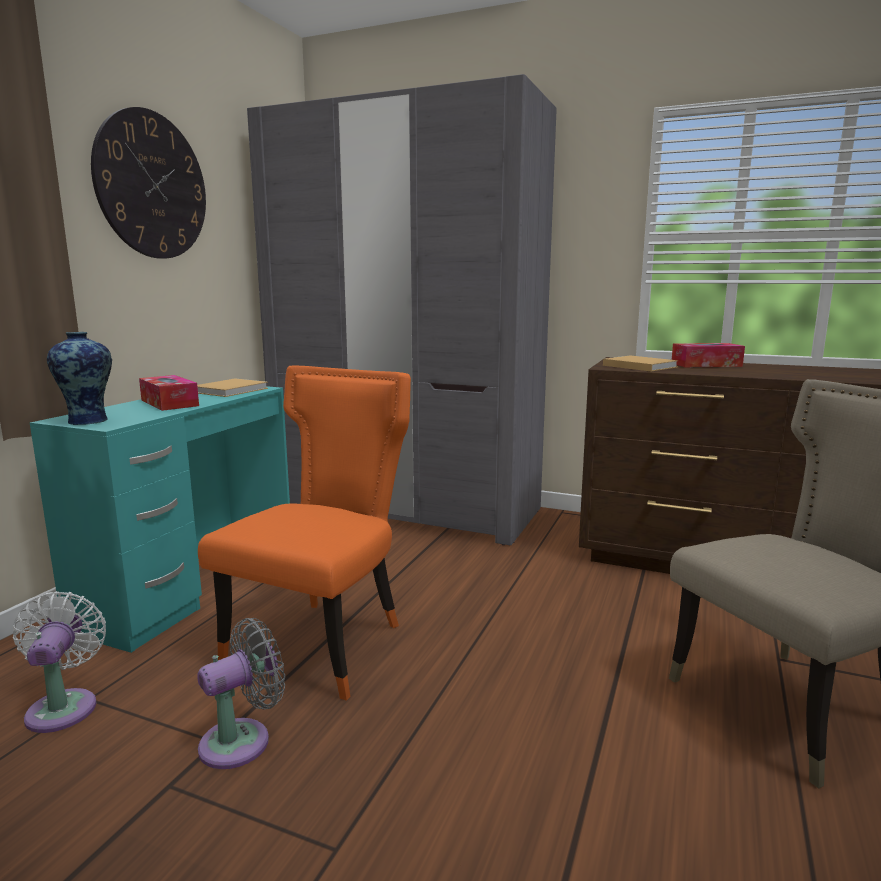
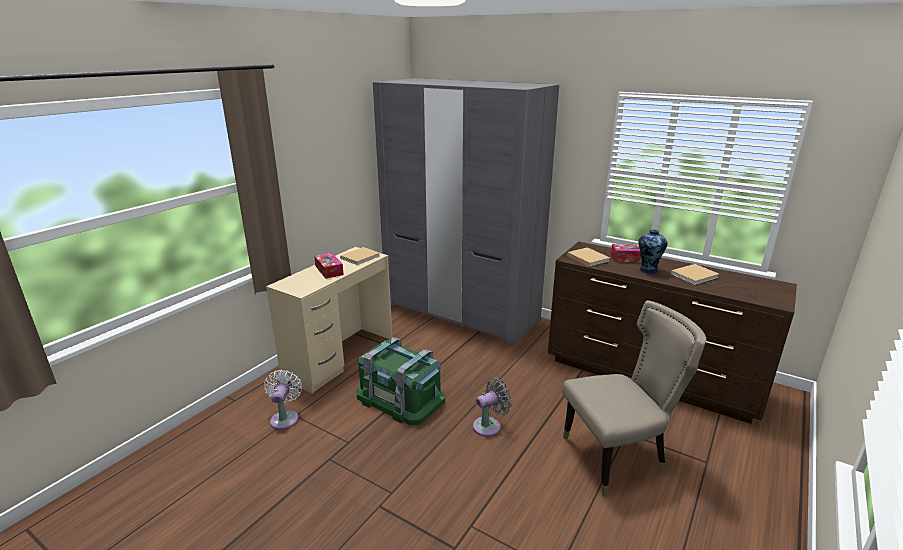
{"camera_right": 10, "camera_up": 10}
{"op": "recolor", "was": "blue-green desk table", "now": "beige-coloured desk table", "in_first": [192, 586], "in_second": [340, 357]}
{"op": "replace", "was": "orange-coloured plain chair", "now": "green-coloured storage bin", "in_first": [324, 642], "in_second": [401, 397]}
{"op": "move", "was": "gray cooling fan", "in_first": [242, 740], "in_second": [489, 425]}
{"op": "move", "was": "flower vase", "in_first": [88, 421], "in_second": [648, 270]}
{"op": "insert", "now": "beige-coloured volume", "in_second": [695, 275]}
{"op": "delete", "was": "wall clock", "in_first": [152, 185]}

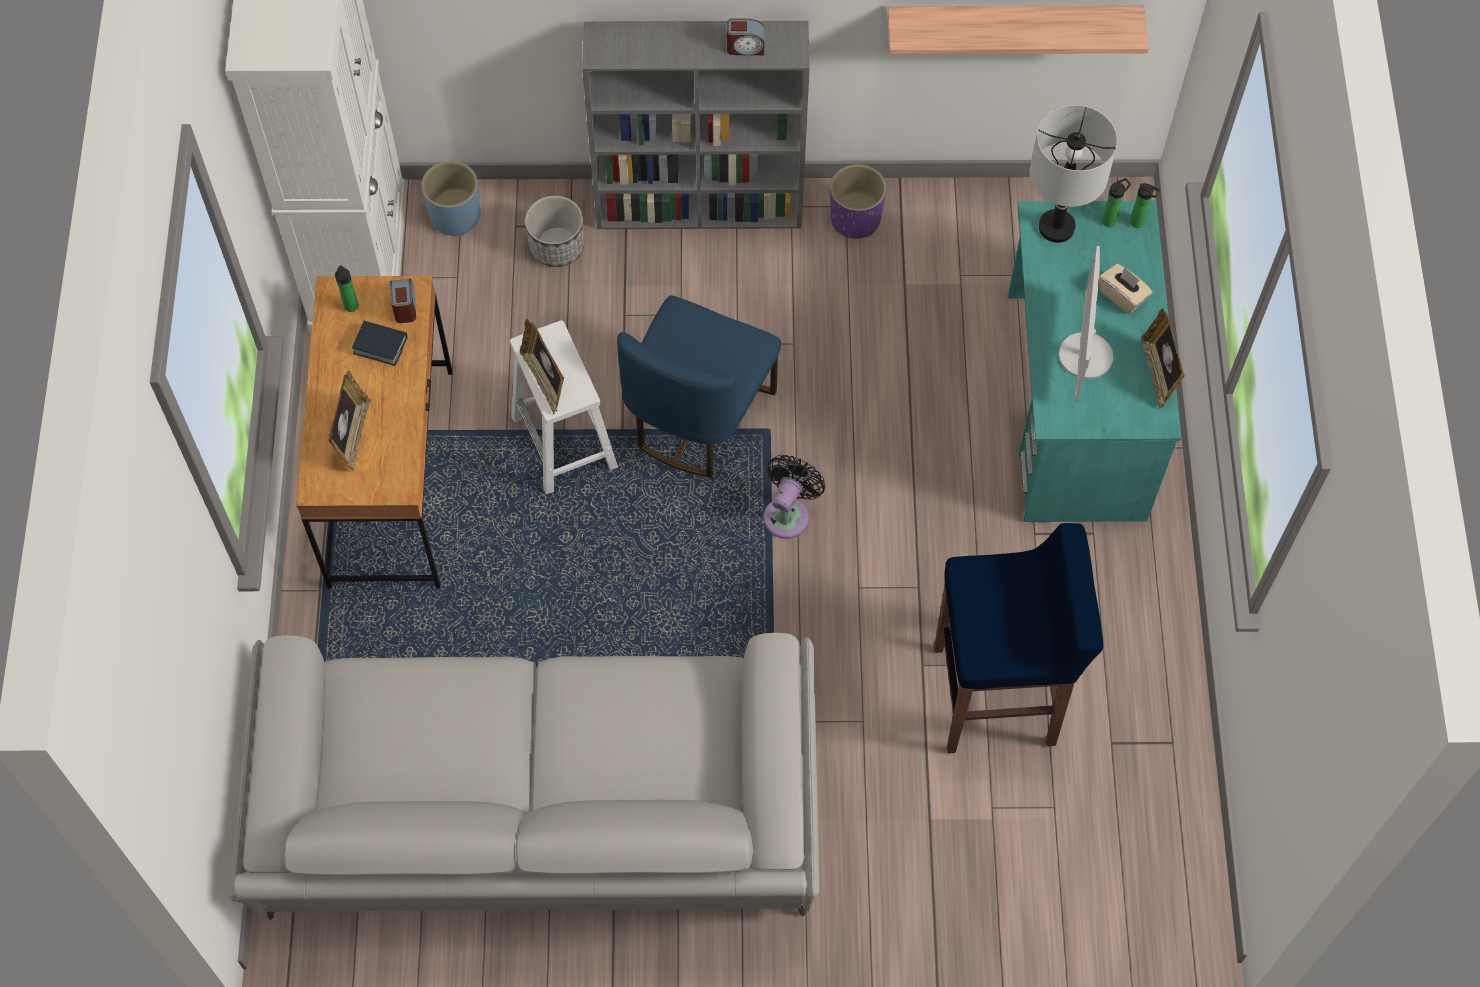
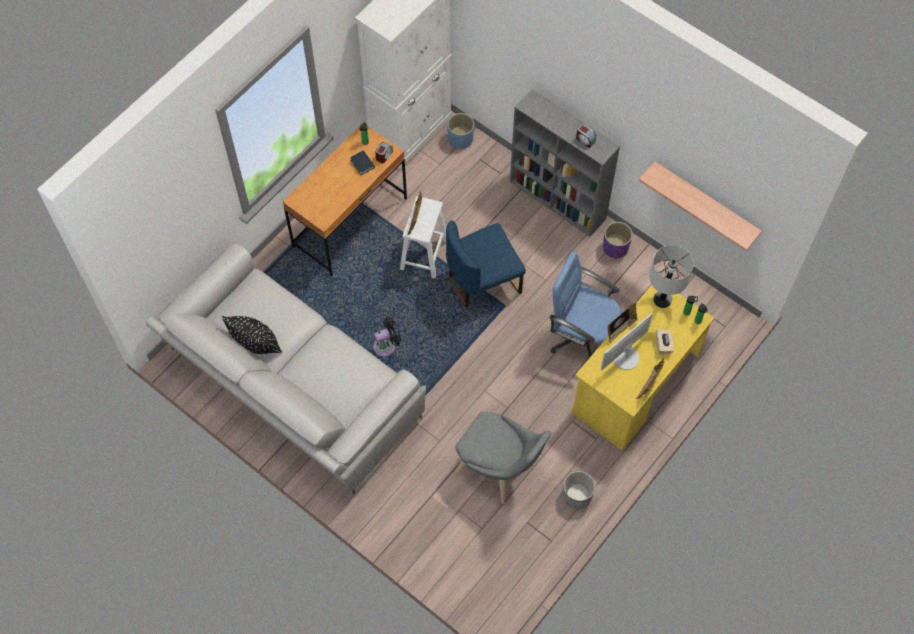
{"camera_right": 40, "camera_up": 0}
{"op": "insert", "now": "black pillow", "in_second": [256, 345]}
{"op": "move", "was": "black cooling fan", "in_first": [788, 513], "in_second": [387, 345]}
{"op": "replace", "was": "blue-coloured stool", "now": "gray plain chair", "in_first": [997, 696], "in_second": [499, 471]}
{"op": "insert", "now": "blue-coloured desk chair", "in_second": [582, 335]}
{"op": "move", "was": "flower pot", "in_first": [557, 247], "in_second": [577, 495]}
{"op": "recolor", "was": "blue-green desk table", "now": "yellowish desk table", "in_first": [1075, 406], "in_second": [635, 384]}
{"op": "move", "was": "picture frame", "in_first": [353, 435], "in_second": [620, 329]}

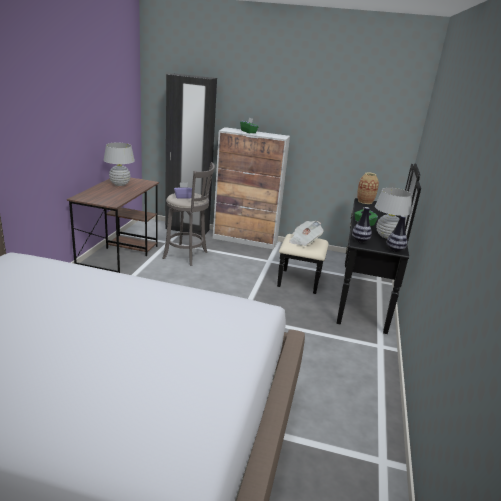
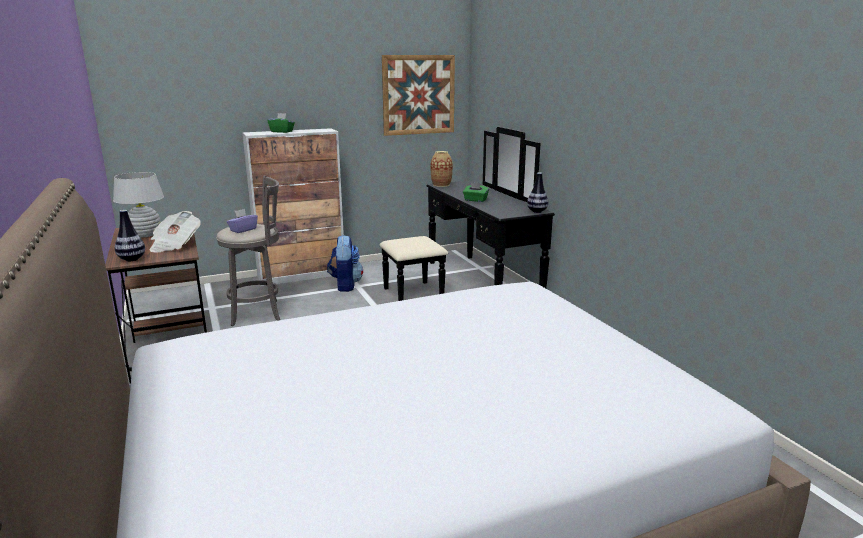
{"camera_right": -35, "camera_up": -5}
{"op": "move", "was": "flower vase", "in_first": [360, 241], "in_second": [132, 259]}
{"op": "move", "was": "daily paper", "in_first": [304, 241], "in_second": [175, 245]}
{"op": "insert", "now": "backpack", "in_second": [345, 285]}
{"op": "insert", "now": "wall picture", "in_second": [418, 95]}
{"op": "delete", "was": "black clothes cupboard", "in_first": [187, 229]}
{"op": "delete", "was": "white-coloured table lamp", "in_first": [386, 236]}

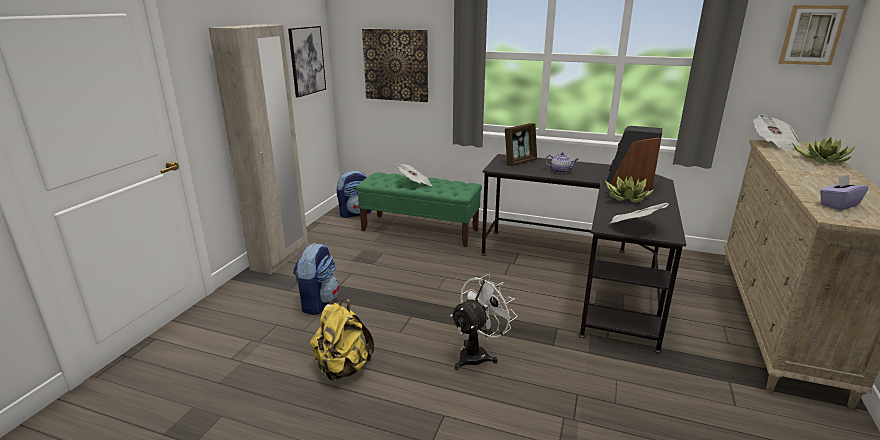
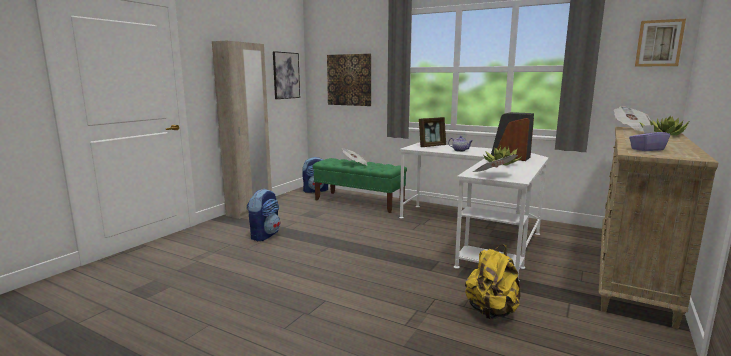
{"camera_right": 10, "camera_up": -10}
{"op": "recolor", "was": "black desk table", "now": "white-coloured desk table", "in_first": [583, 274], "in_second": [476, 233]}
{"op": "move", "was": "yellowish backpack", "in_first": [343, 368], "in_second": [491, 312]}
{"op": "delete", "was": "white-coloured cooling fan", "in_first": [478, 354]}

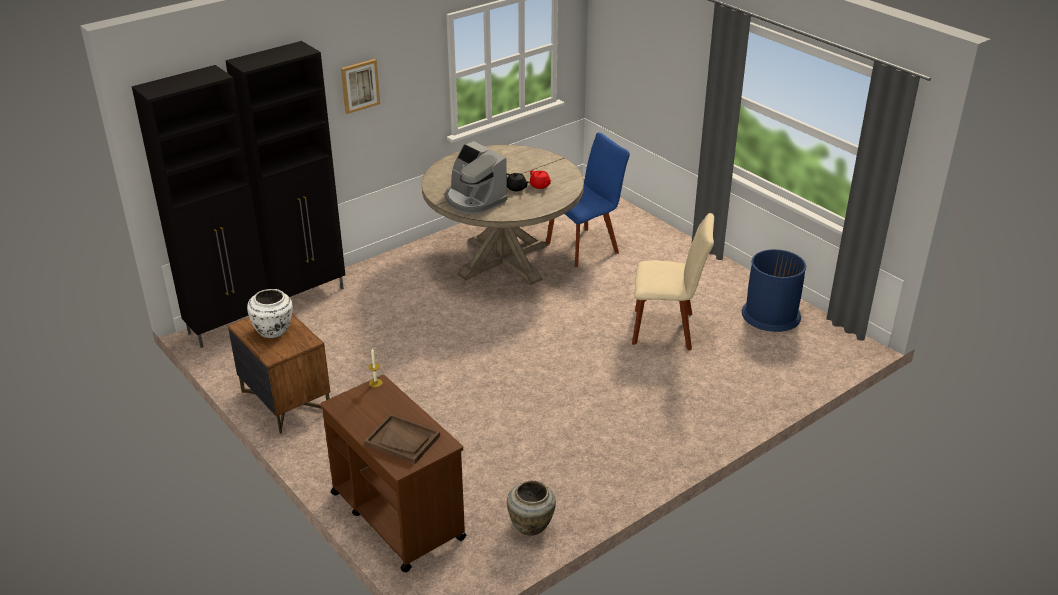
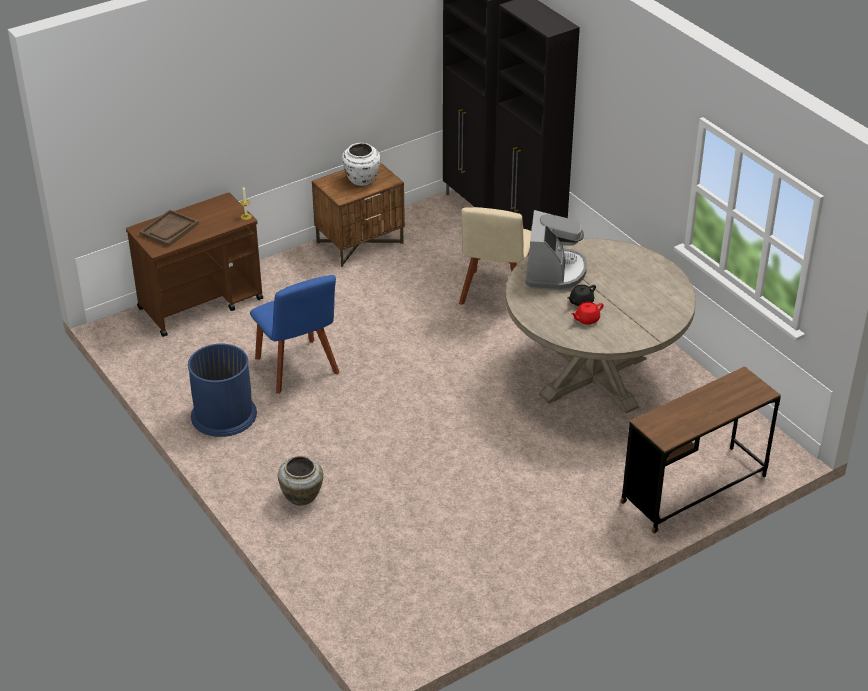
{"camera_right": 95, "camera_up": 5}
{"op": "move", "was": "blue-coloured trash can", "in_first": [771, 314], "in_second": [223, 414]}
{"op": "move", "was": "blue-coloured plain chair", "in_first": [585, 246], "in_second": [298, 368]}
{"op": "move", "was": "beige-coloured flower vase", "in_first": [531, 525], "in_second": [301, 497]}
{"op": "move", "was": "beige-coloured plain chair", "in_first": [667, 329], "in_second": [495, 294]}
{"op": "rotate", "was": "coffee machine", "in_first": [474, 200], "in_second": [554, 272], "clockwise": 135}
{"op": "insert", "now": "brown desk table", "in_second": [694, 489]}
{"op": "delete", "was": "wall picture", "in_first": [359, 85]}

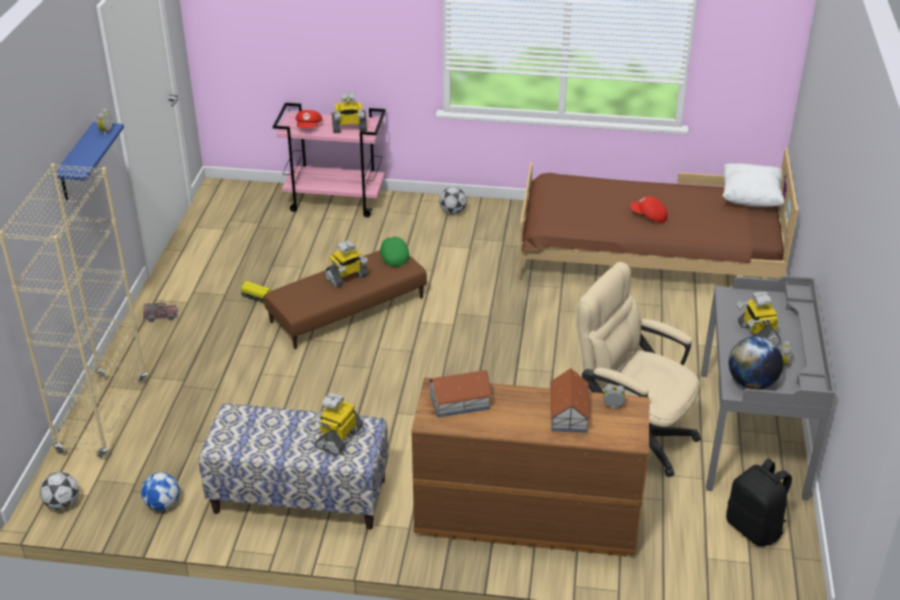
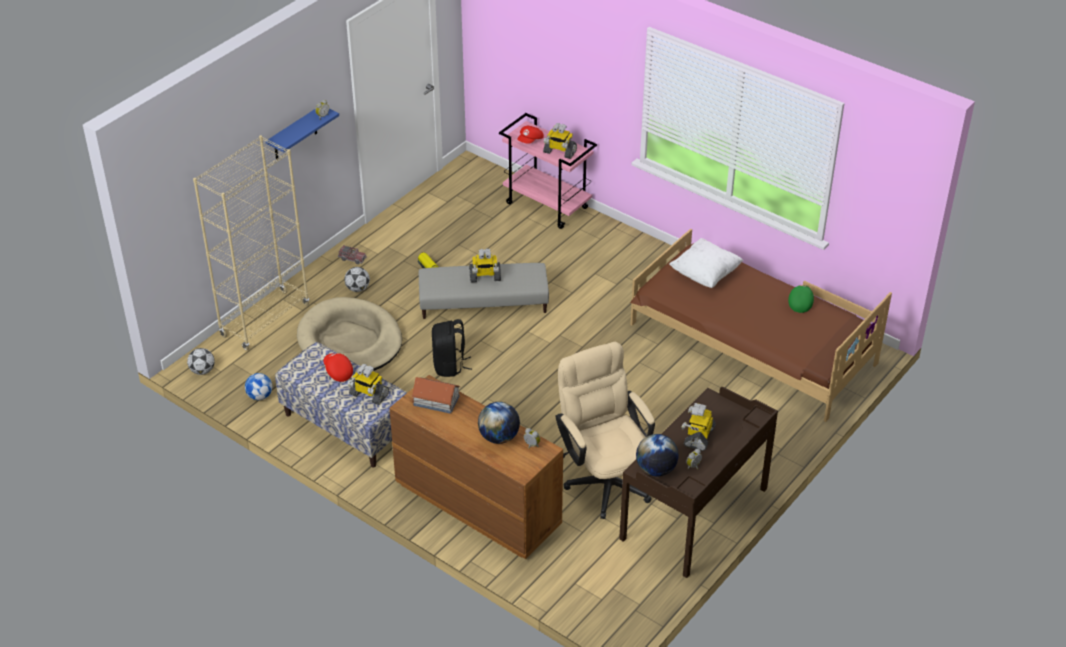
{"camera_right": 30, "camera_up": 5}
{"op": "insert", "now": "beige-coloured dog bed", "in_second": [350, 340]}
{"op": "move", "was": "red cap", "in_first": [648, 216], "in_second": [337, 371]}
{"op": "move", "was": "ball for football", "in_first": [452, 212], "in_second": [357, 289]}
{"op": "rotate", "was": "toy robot", "in_first": [338, 437], "in_second": [368, 394], "clockwise": -120}
{"op": "recolor", "was": "brown ottoman", "now": "gray ottoman", "in_first": [347, 310], "in_second": [483, 302]}
{"op": "move", "was": "black backpack", "in_first": [755, 528], "in_second": [449, 366]}
{"op": "replace", "was": "toy house", "now": "globe", "in_first": [569, 413], "in_second": [499, 437]}
{"op": "recolor", "was": "gray desk table", "now": "brown desk table", "in_first": [753, 433], "in_second": [695, 514]}
{"op": "move", "was": "white-coloured pillow", "in_first": [750, 199], "in_second": [705, 274]}
{"op": "move", "was": "green-coloured cap", "in_first": [393, 257], "in_second": [800, 302]}

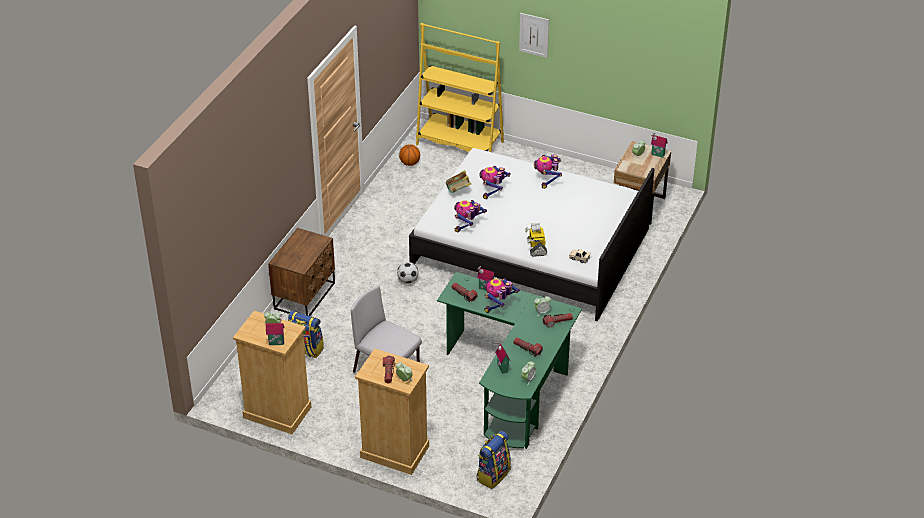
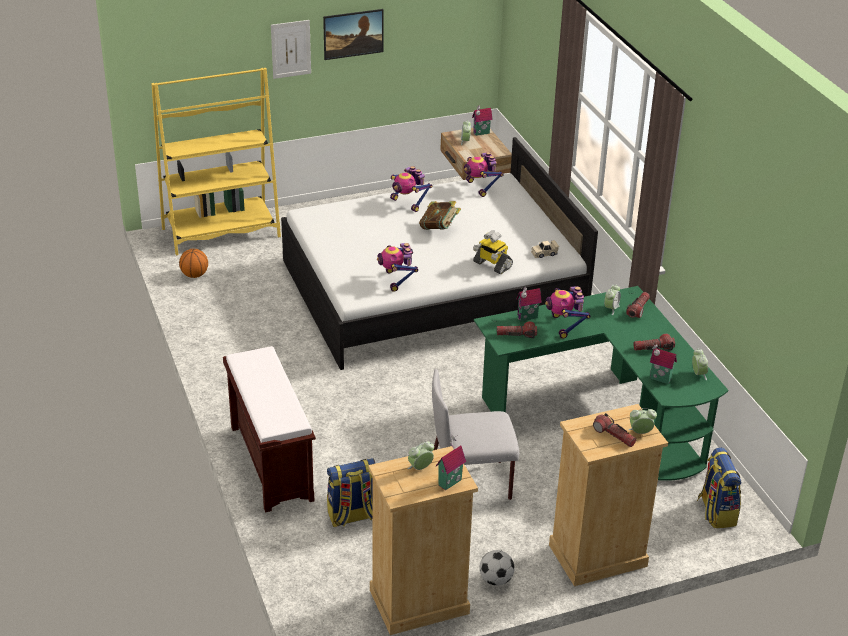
{"camera_right": -45, "camera_up": -5}
{"op": "replace", "was": "brown nightstand", "now": "brown indoor bench", "in_first": [305, 296], "in_second": [270, 462]}
{"op": "insert", "now": "wall picture", "in_second": [353, 44]}
{"op": "move", "was": "volume", "in_first": [458, 191], "in_second": [439, 228]}
{"op": "move", "was": "toy robot", "in_first": [493, 192], "in_second": [480, 188]}
{"op": "move", "was": "ball for football", "in_first": [408, 280], "in_second": [496, 580]}

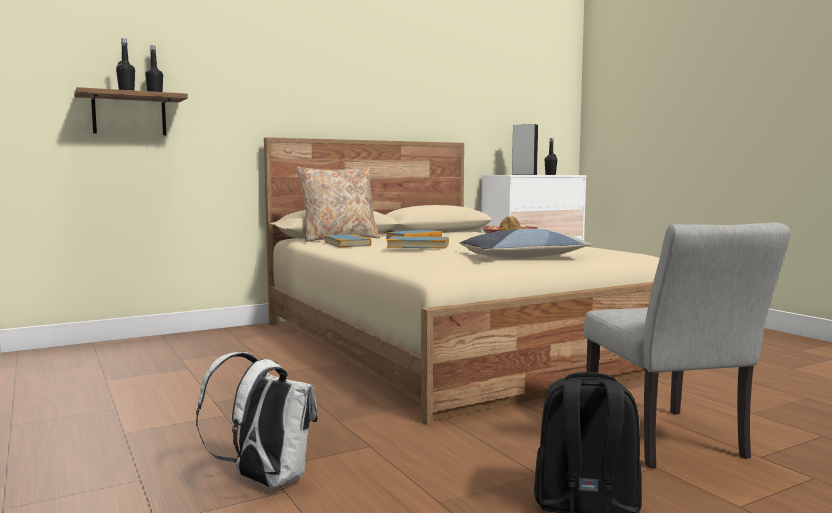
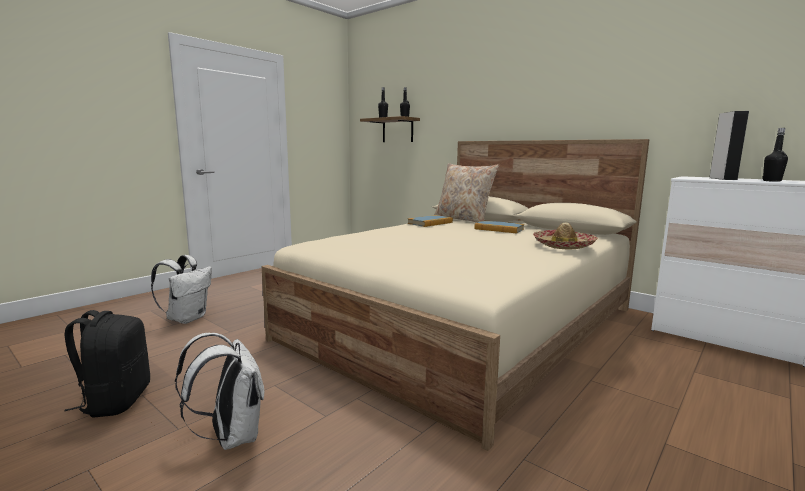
{"camera_right": 70, "camera_up": 5}
{"op": "replace", "was": "gray plain chair", "now": "white-coloured backpack", "in_first": [670, 442], "in_second": [231, 436]}
{"op": "delete", "was": "volume", "in_first": [418, 246]}
{"op": "delete", "was": "pillow", "in_first": [523, 257]}

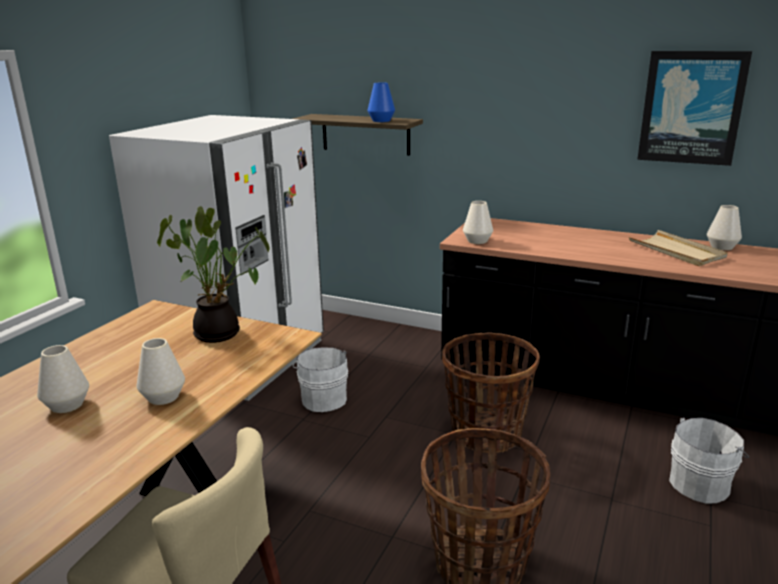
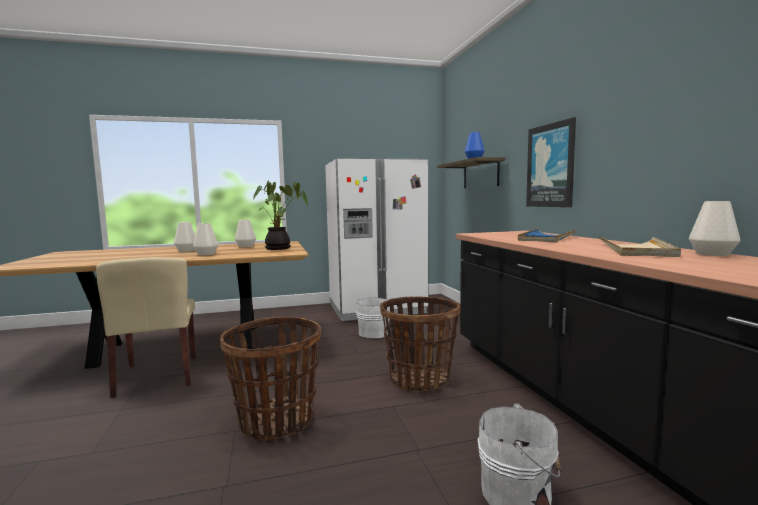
{"camera_right": 50, "camera_up": -15}
{"op": "move", "was": "white-coloured flower vase", "in_first": [477, 241], "in_second": [245, 246]}
{"op": "insert", "now": "blue-coloured tray", "in_second": [546, 238]}
{"op": "move", "was": "wall picture", "in_first": [691, 108], "in_second": [551, 165]}

